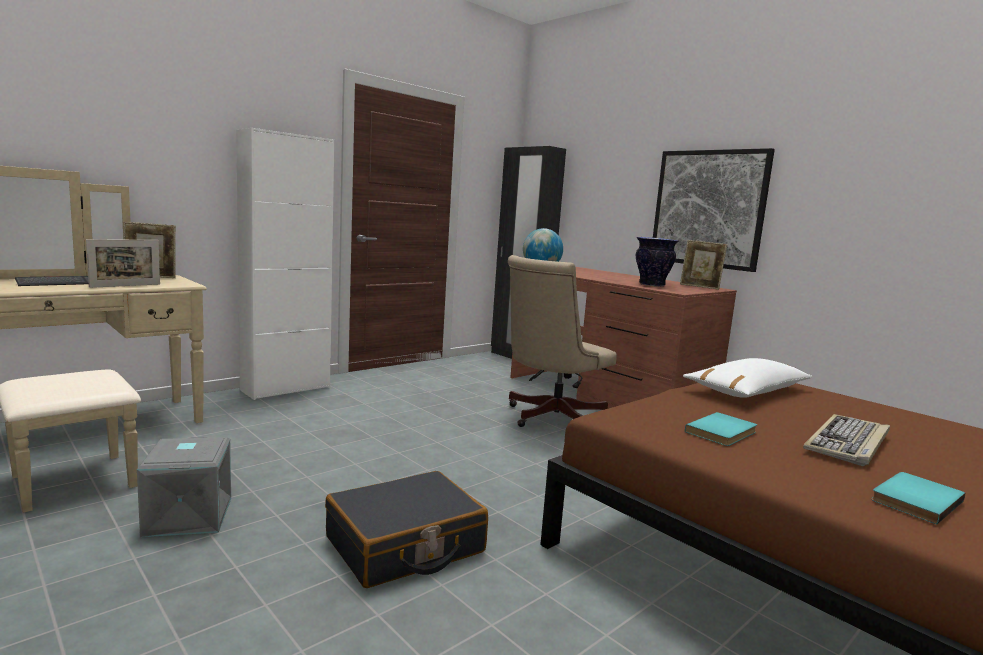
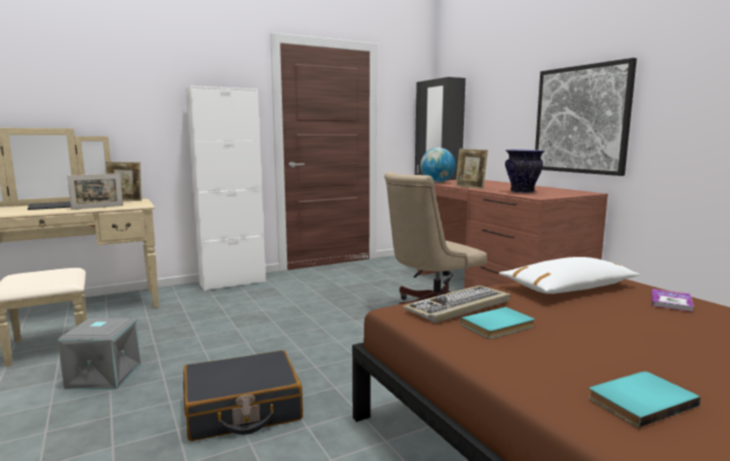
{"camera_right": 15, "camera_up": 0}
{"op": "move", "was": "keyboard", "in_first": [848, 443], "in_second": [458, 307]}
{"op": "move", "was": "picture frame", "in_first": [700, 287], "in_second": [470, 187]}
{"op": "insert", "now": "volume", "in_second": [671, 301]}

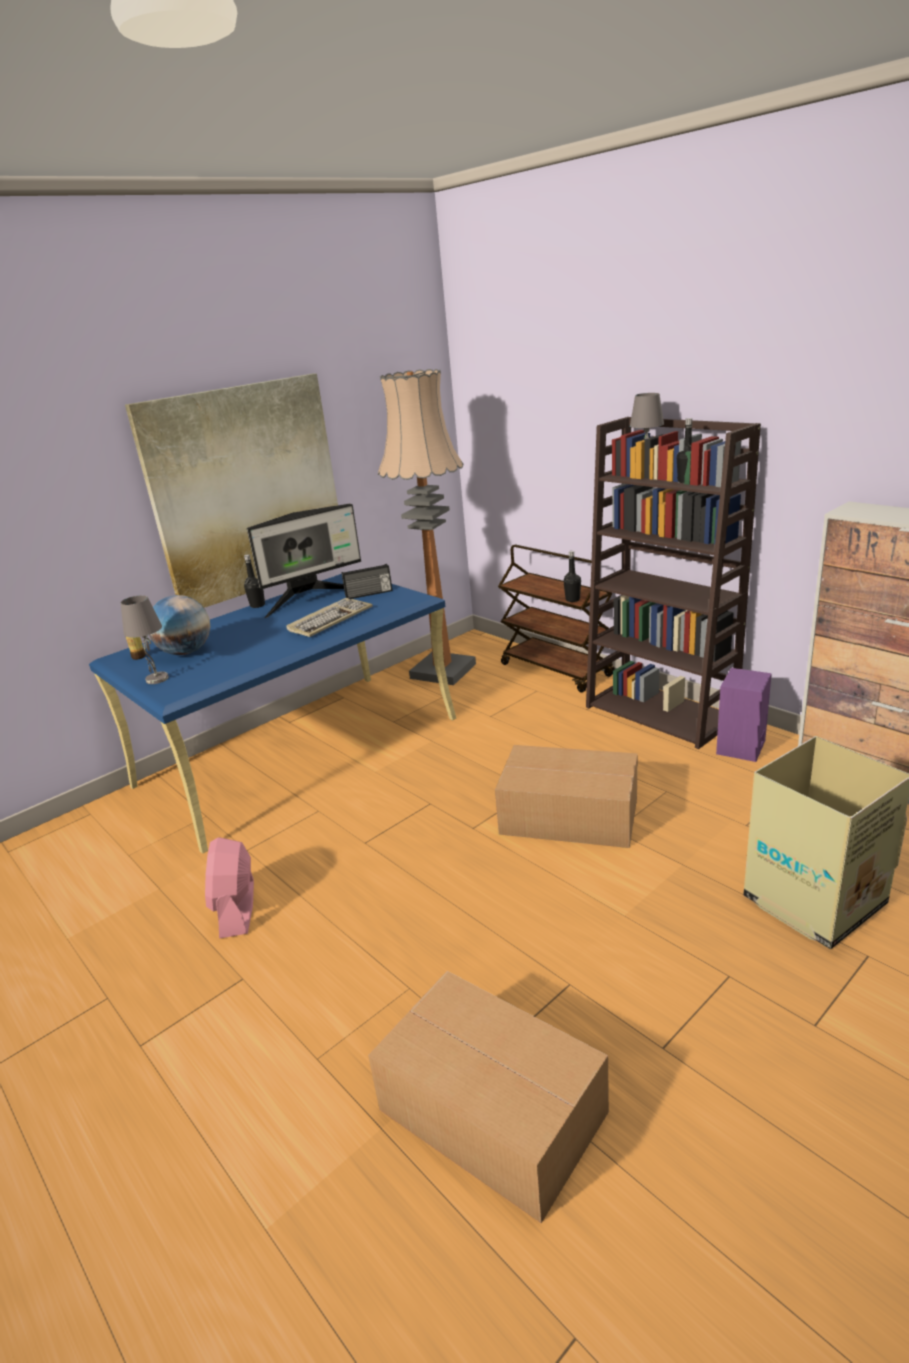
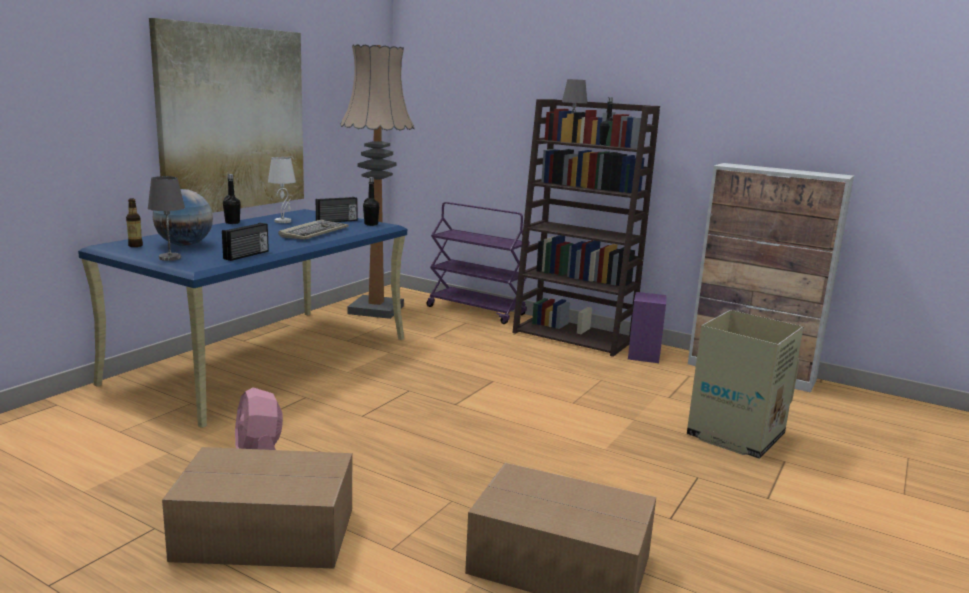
{"camera_right": -20, "camera_up": -10}
{"op": "move", "was": "packing box", "in_first": [567, 814], "in_second": [263, 532]}
{"op": "insert", "now": "radio receiver", "in_second": [247, 255]}
{"op": "replace", "was": "monitor", "now": "white-coloured table lamp", "in_first": [311, 599], "in_second": [283, 221]}
{"op": "move", "was": "black bottle", "in_first": [572, 599], "in_second": [371, 224]}
{"op": "recolor", "was": "brown wheeled cart", "now": "purplish wheeled cart", "in_first": [557, 670], "in_second": [477, 311]}

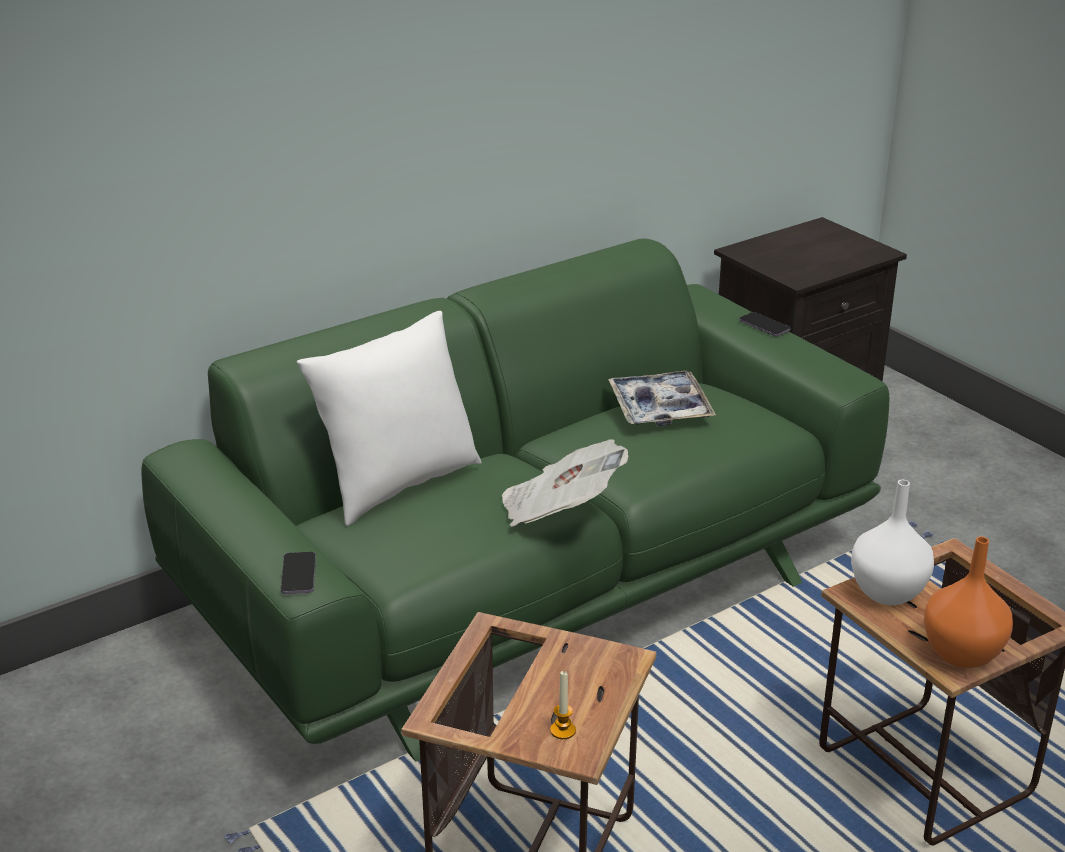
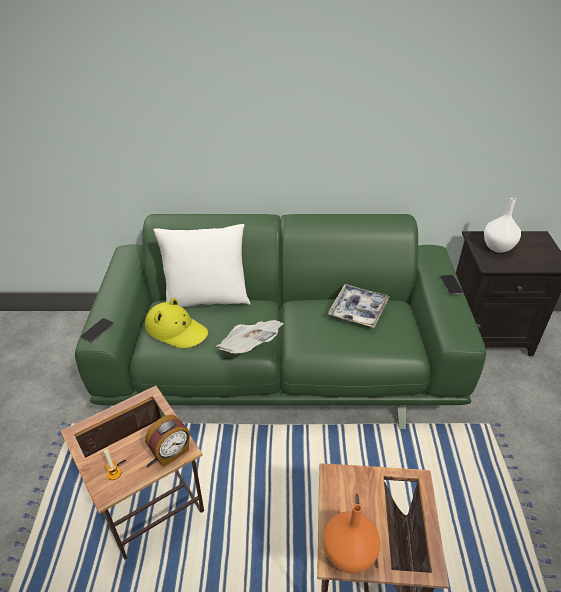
{"camera_right": 35, "camera_up": 10}
{"op": "insert", "now": "yellowish hat", "in_second": [176, 330]}
{"op": "insert", "now": "alarm clock", "in_second": [171, 453]}
{"op": "move", "was": "white-coloured flower vase", "in_first": [887, 593], "in_second": [497, 247]}

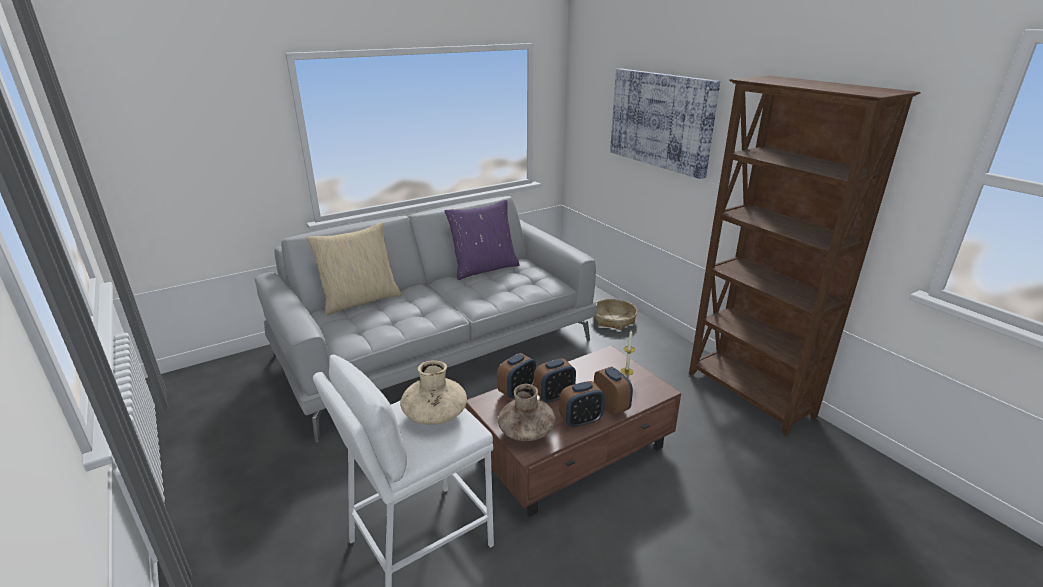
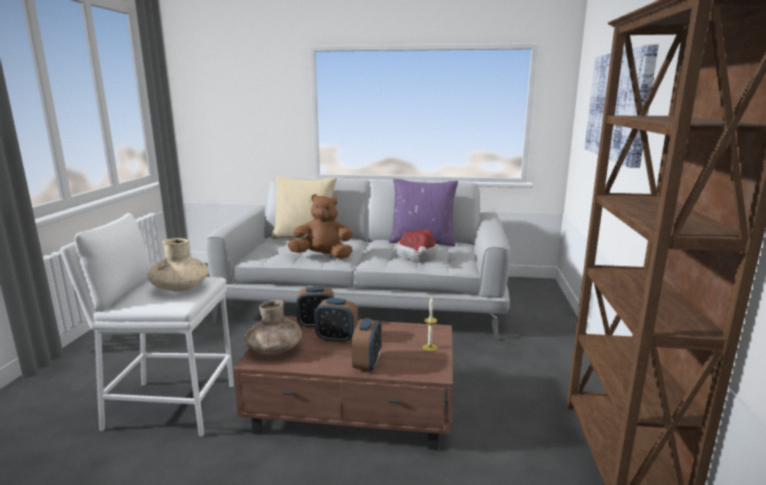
{"camera_right": 40, "camera_up": -10}
{"op": "insert", "now": "brown soft toy", "in_second": [323, 256]}
{"op": "insert", "now": "hat", "in_second": [417, 257]}
{"op": "delete", "was": "alarm clock", "in_first": [581, 421]}
{"op": "delete", "was": "household basket", "in_first": [613, 319]}

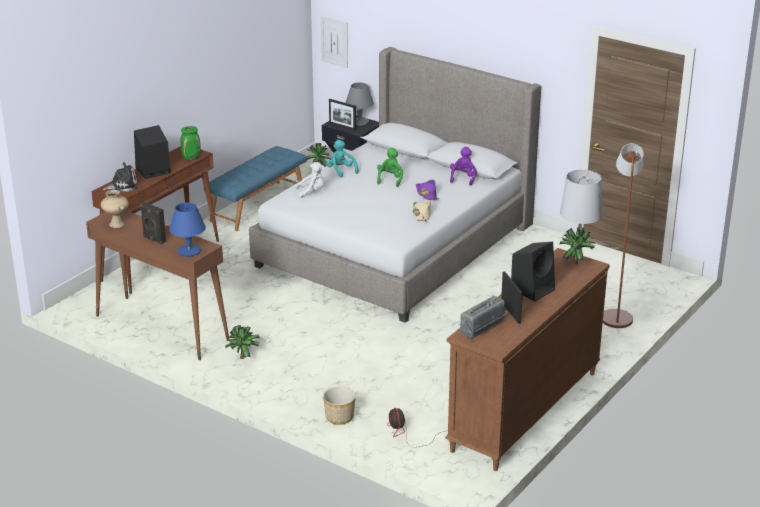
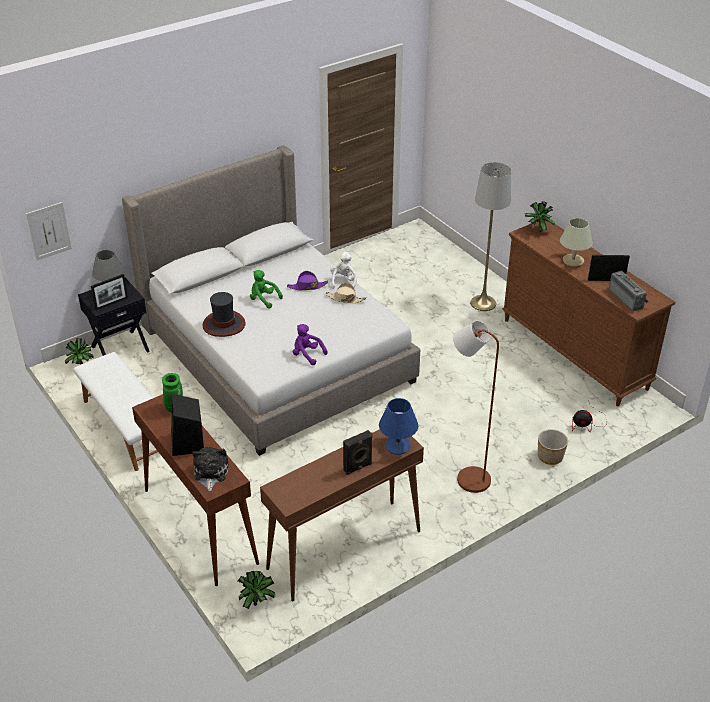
{"camera_right": -70, "camera_up": 10}
{"op": "recolor", "was": "blue-coloured indoor bench", "now": "white-coloured indoor bench", "in_first": [257, 205], "in_second": [126, 427]}
{"op": "replace", "was": "blue-green soft toy", "now": "hat", "in_first": [341, 171], "in_second": [223, 324]}
{"op": "move", "was": "plant in a pot", "in_first": [244, 358], "in_second": [257, 602]}
{"op": "move", "was": "purplish soft toy", "in_first": [463, 178], "in_second": [307, 355]}
{"op": "move", "was": "white-coloured soft toy", "in_first": [312, 192], "in_second": [344, 282]}
{"op": "move", "was": "brown standard lamp", "in_first": [616, 316], "in_second": [467, 478]}
{"op": "replace", "was": "black loudspeaker", "now": "beige-coloured table lamp", "in_first": [533, 289], "in_second": [573, 261]}
{"op": "delete", "was": "beige-coloured flower vase", "in_first": [116, 224]}

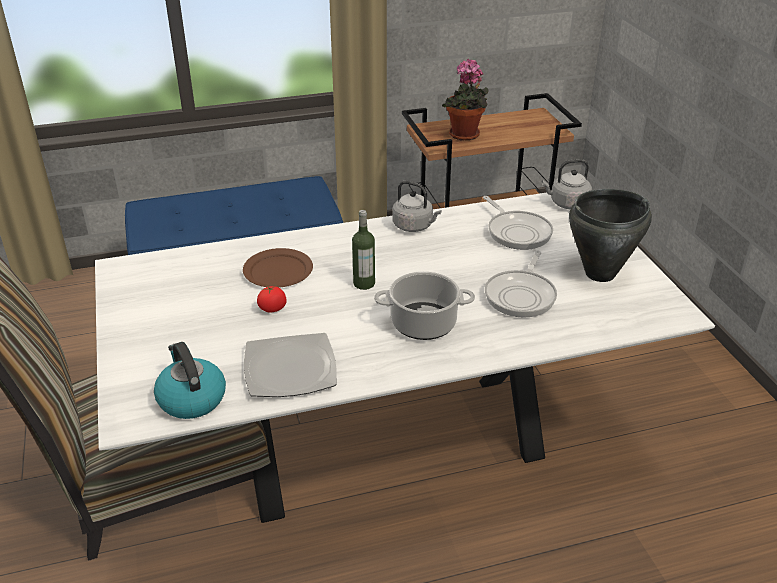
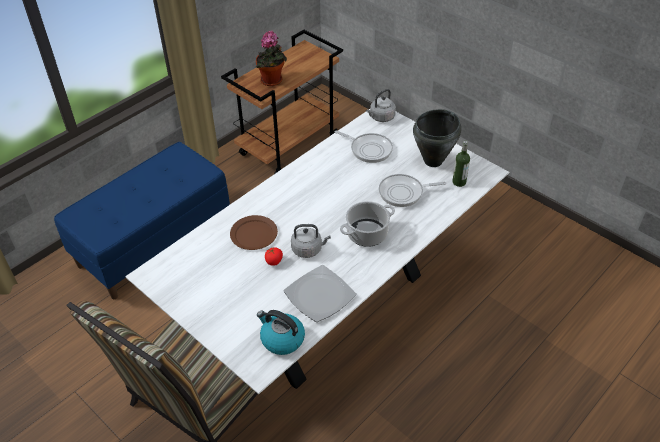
{"camera_right": -30, "camera_up": 10}
{"op": "move", "was": "gray water kettle", "in_first": [414, 226], "in_second": [308, 249]}
{"op": "rotate", "was": "pan", "in_first": [521, 295], "in_second": [403, 193], "clockwise": 90}
{"op": "move", "was": "bottle", "in_first": [364, 283], "in_second": [459, 182]}

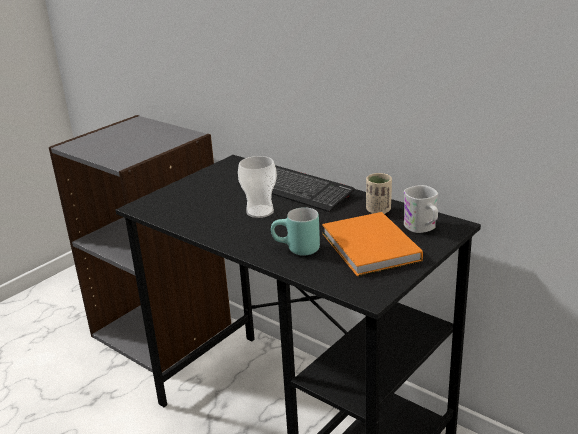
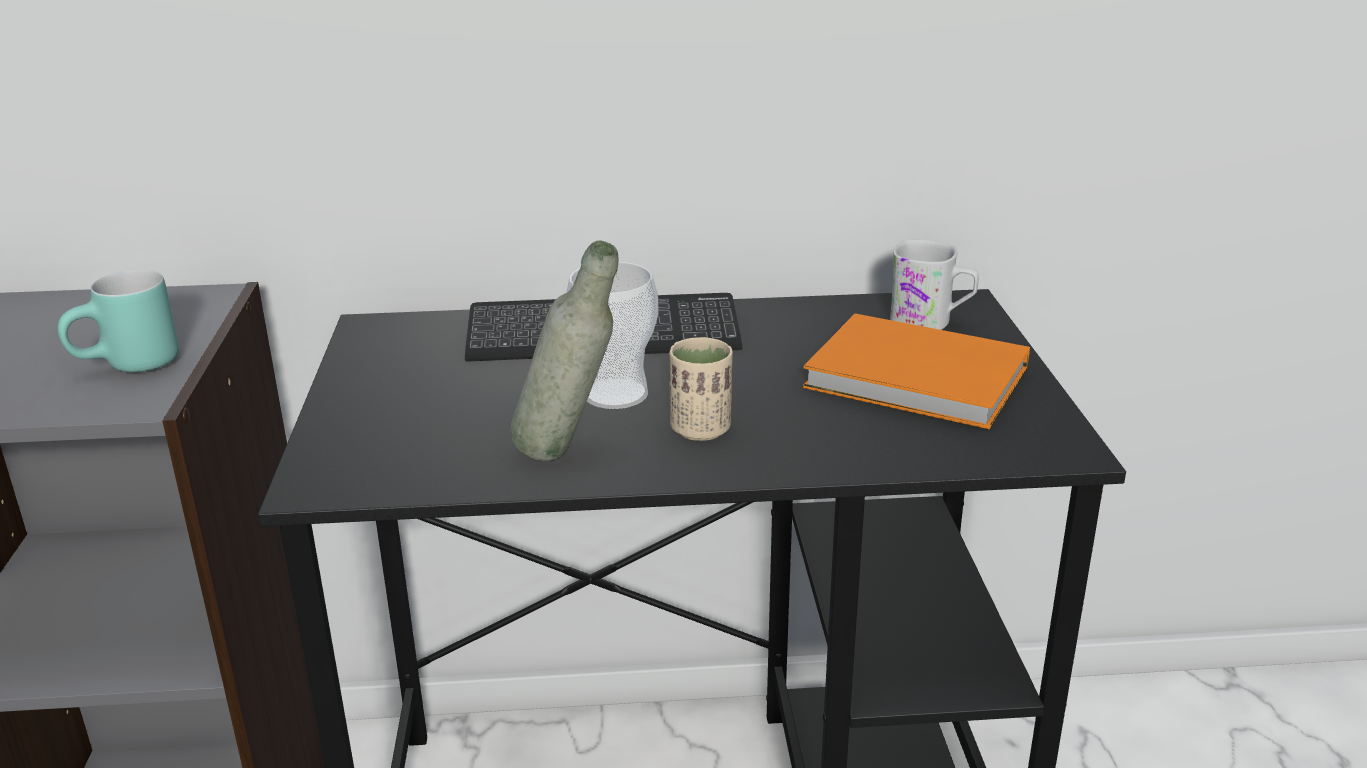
{"camera_right": -45, "camera_up": 0}
{"op": "move", "was": "blue-green tea mug", "in_first": [296, 250], "in_second": [129, 367]}
{"op": "insert", "now": "gray bottle", "in_second": [569, 456]}
{"op": "move", "was": "beige-coloured small cup", "in_first": [378, 210], "in_second": [700, 429]}

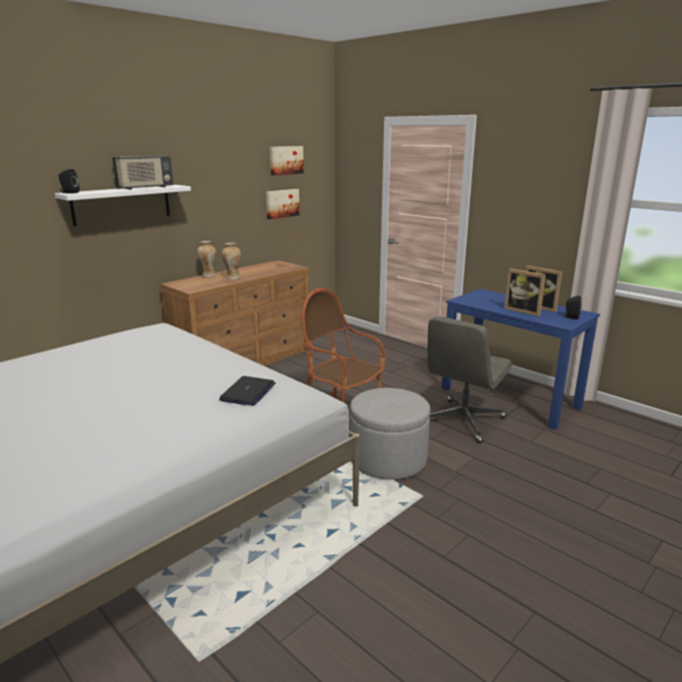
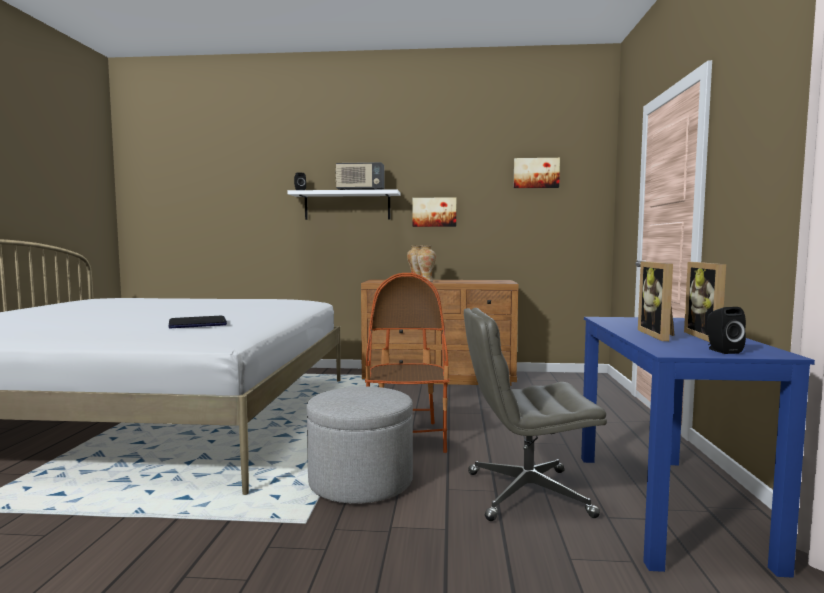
{"camera_right": 50, "camera_up": -15}
{"op": "move", "was": "wall picture", "in_first": [281, 203], "in_second": [434, 212]}

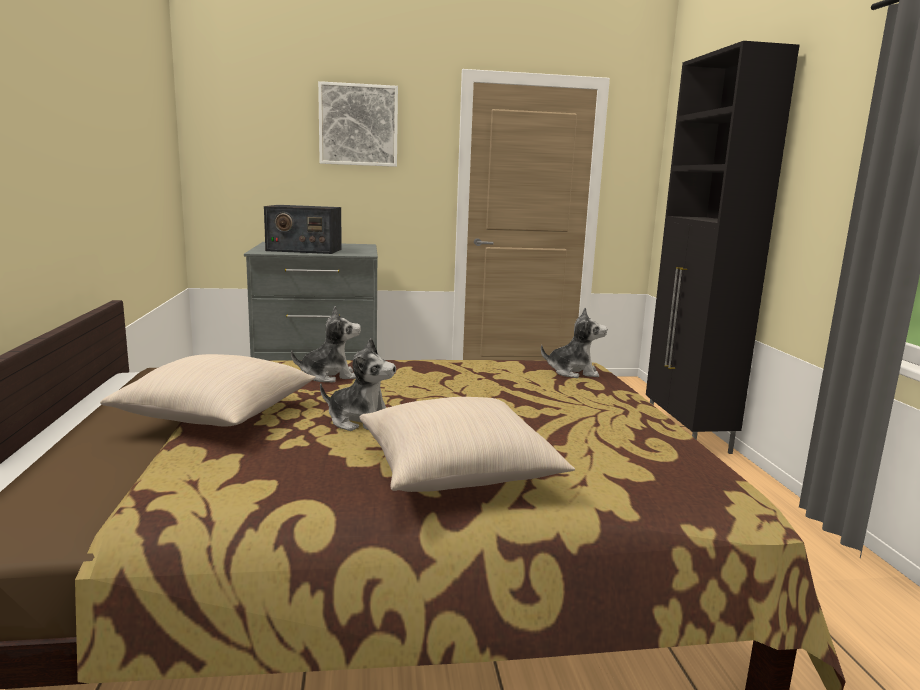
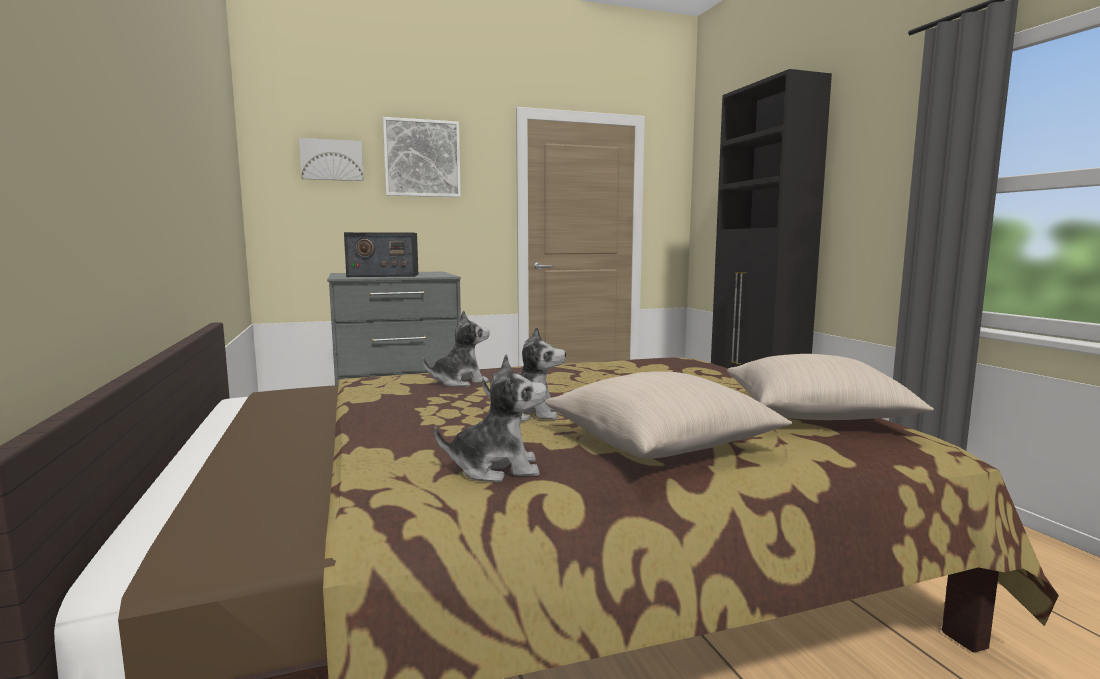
{"camera_right": -10, "camera_up": -5}
{"op": "insert", "now": "wall picture", "in_second": [332, 160]}
{"op": "move", "was": "soft toy", "in_first": [573, 372], "in_second": [496, 468]}
{"op": "move", "was": "beige-coloured pillow", "in_first": [217, 415], "in_second": [814, 415]}

